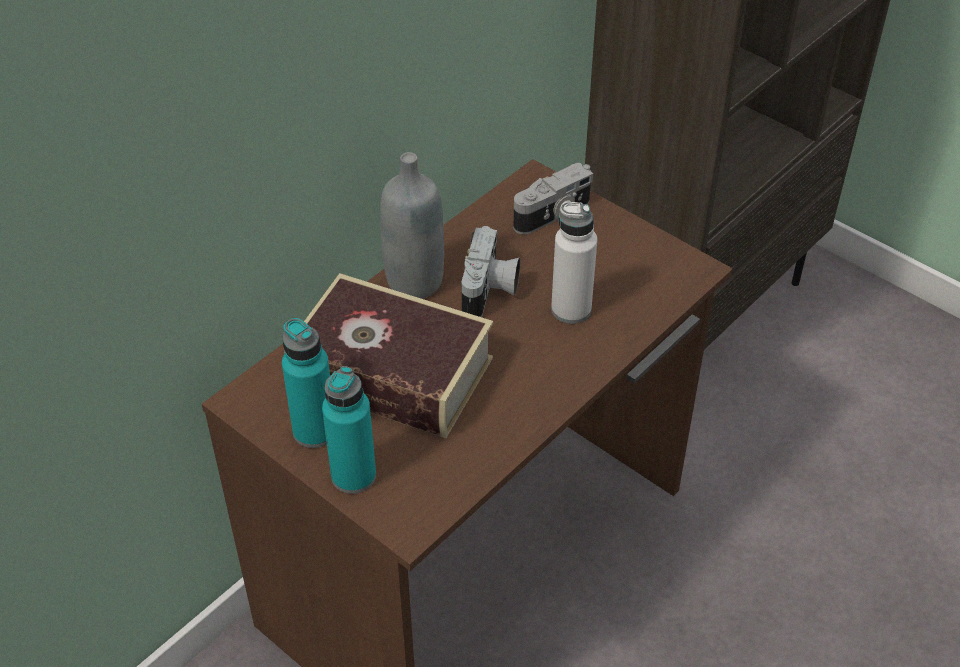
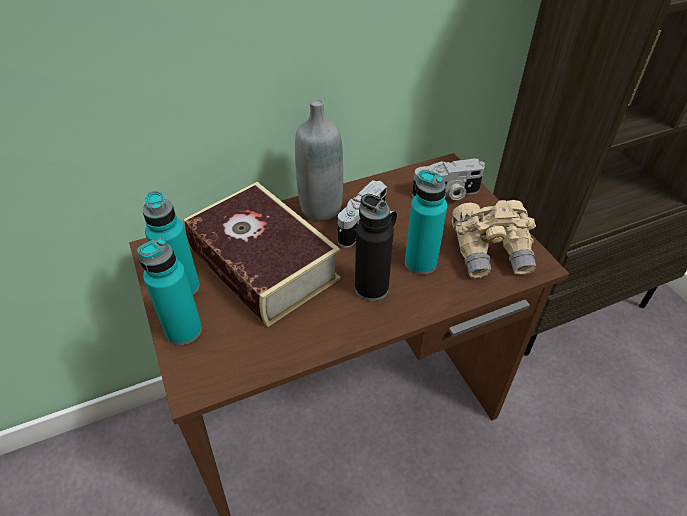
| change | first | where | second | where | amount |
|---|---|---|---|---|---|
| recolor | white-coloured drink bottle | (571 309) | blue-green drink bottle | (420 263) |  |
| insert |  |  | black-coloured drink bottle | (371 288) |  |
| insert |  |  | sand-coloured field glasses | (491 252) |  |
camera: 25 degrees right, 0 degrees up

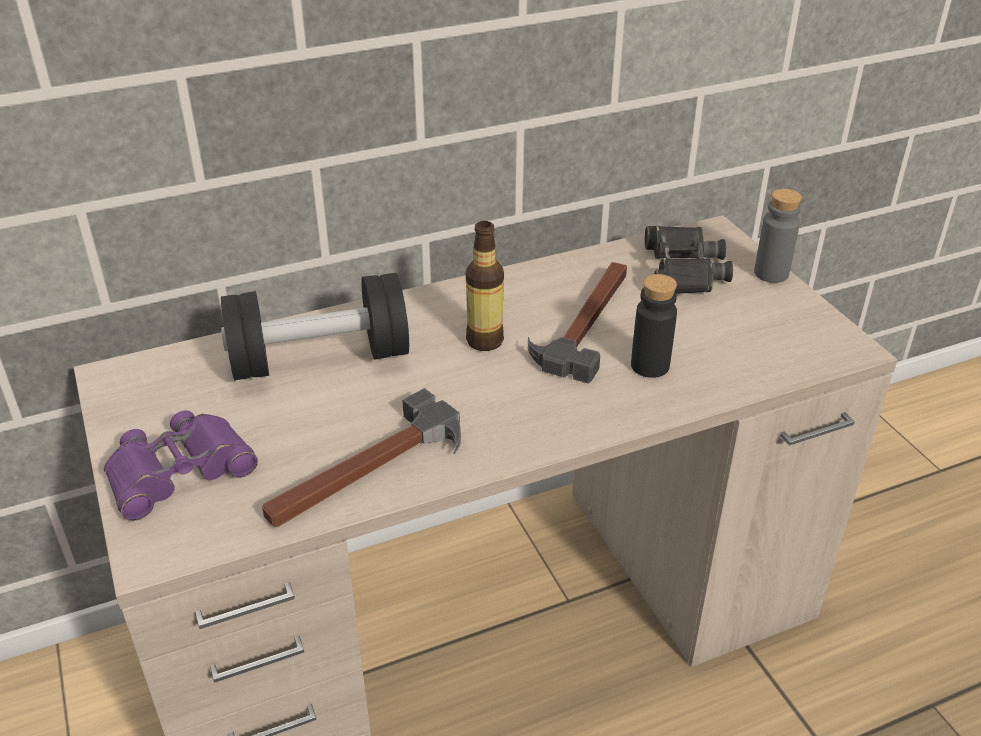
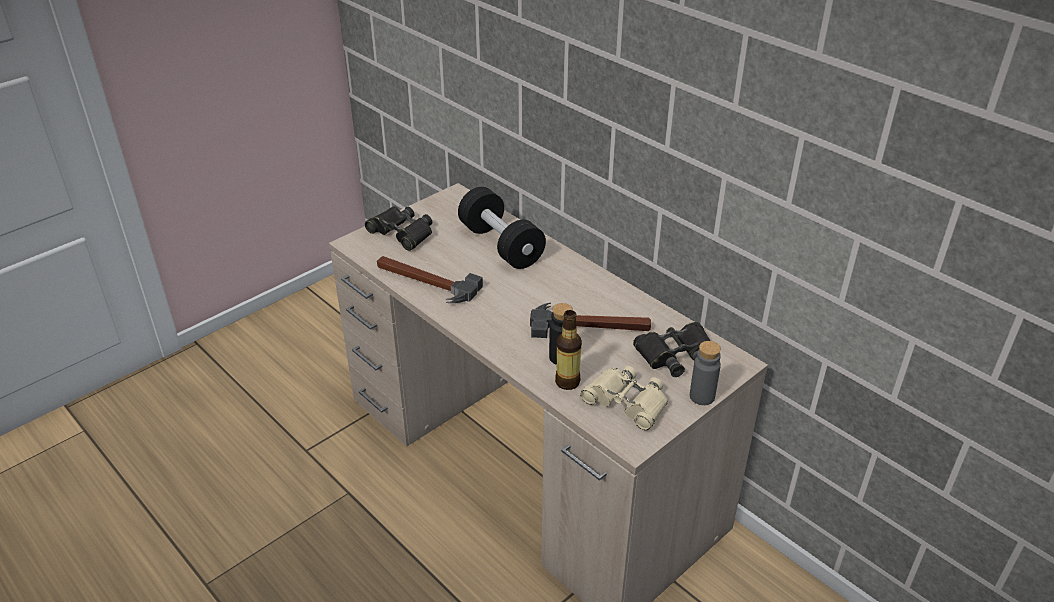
| change | first | where | second | where | amount |
|---|---|---|---|---|---|
| move | drink bottle | (484 341) |  | (567 382) |  |
| recolor | purple field glasses | (179 472) | black-coloured field glasses | (402 233) |  |
| insert |  |  | sand-coloured field glasses | (626 402) |  |
camera: 70 degrees right, 0 degrees up

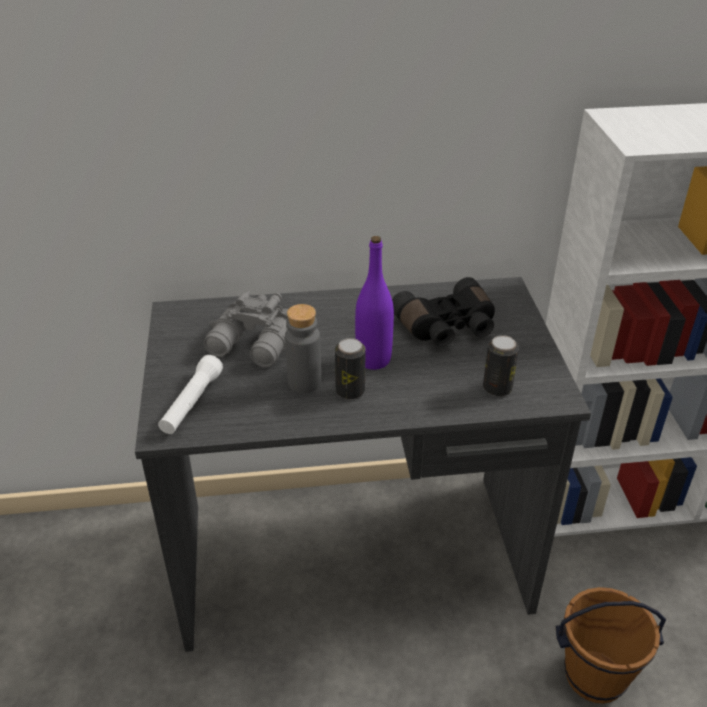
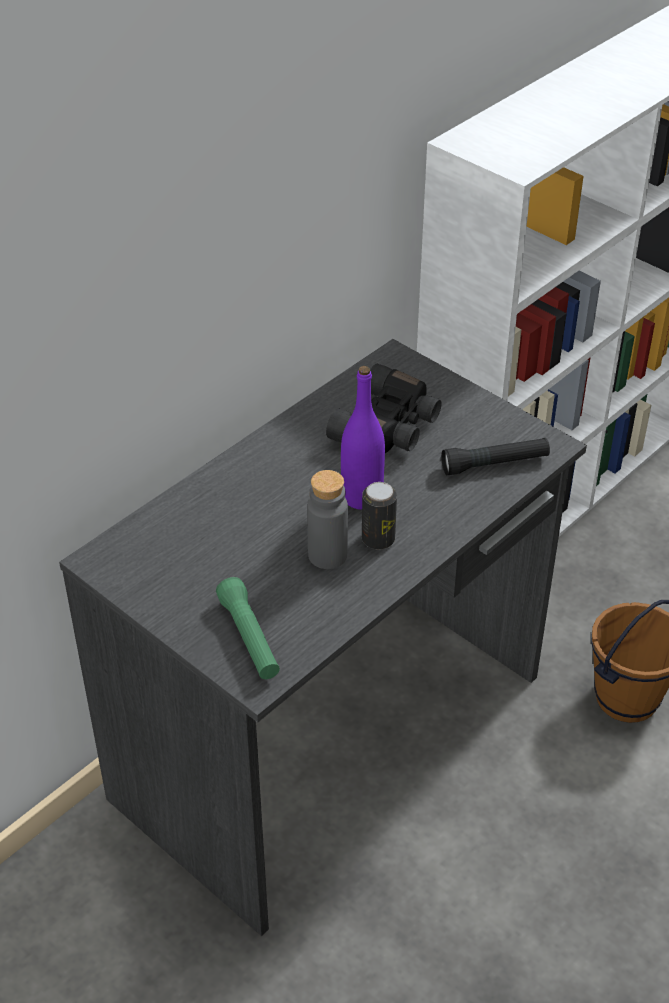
| change | first | where | second | where | amount |
|---|---|---|---|---|---|
| delete | greyish field glasses | (254 345) |  |  |  |
| replace | sealed can | (497 388) | black-coloured flashlight | (495 464) |  |
| recolor | white-coloured flashlight | (192 403) | green-coloured flashlight | (249 638) |  |
camera: 40 degrees left, 5 degrees up

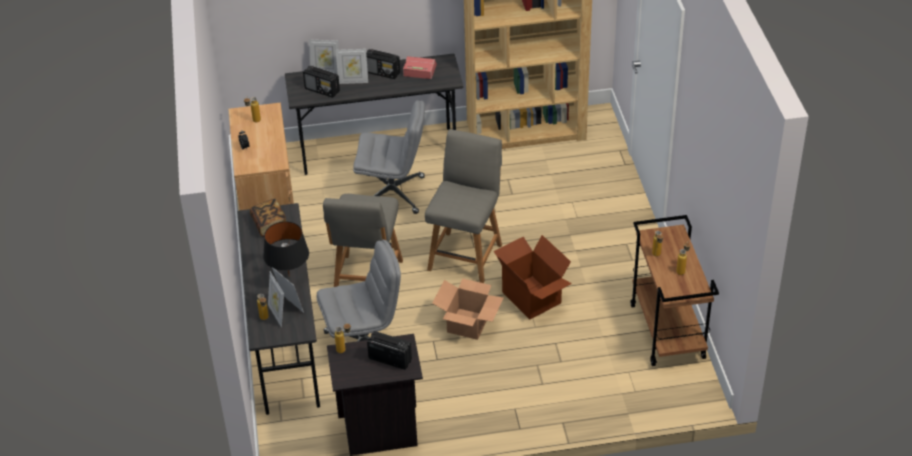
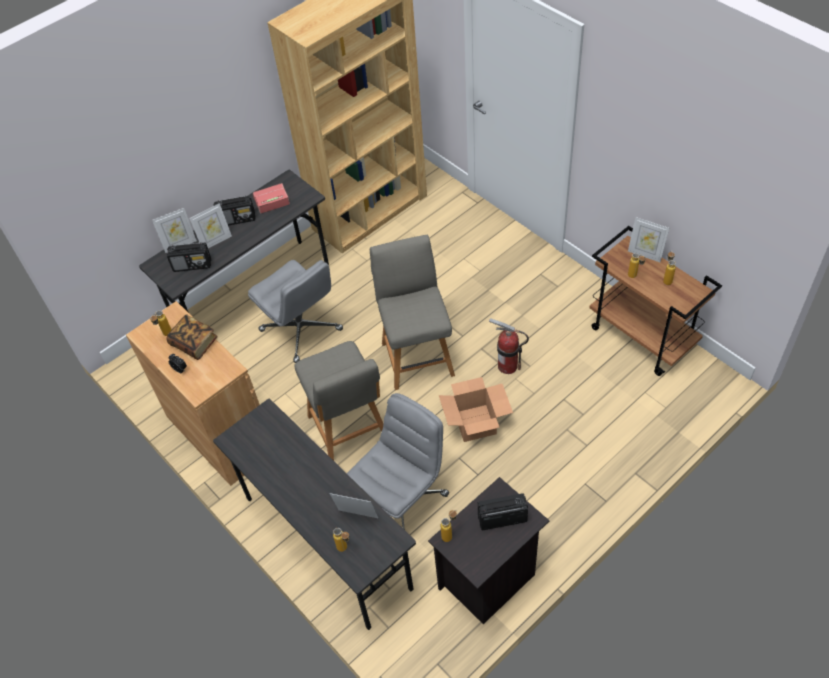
| change | first | where | second | where | amount |
|---|---|---|---|---|---|
| rotate | greyish desk chair | (393 194) |  | (302 330) | 75 degrees clockwise |
| move | volume | (269 224) |  | (194 343) |  |
| delete | black-coloured lamp for a table | (289 276) |  |  |  |
| replace | packing box | (532 297) | extinguisher | (507 366) |  |
| move | photo frame | (278 314) |  | (645 254) |  |
camera: 30 degrees left, 10 degrees up

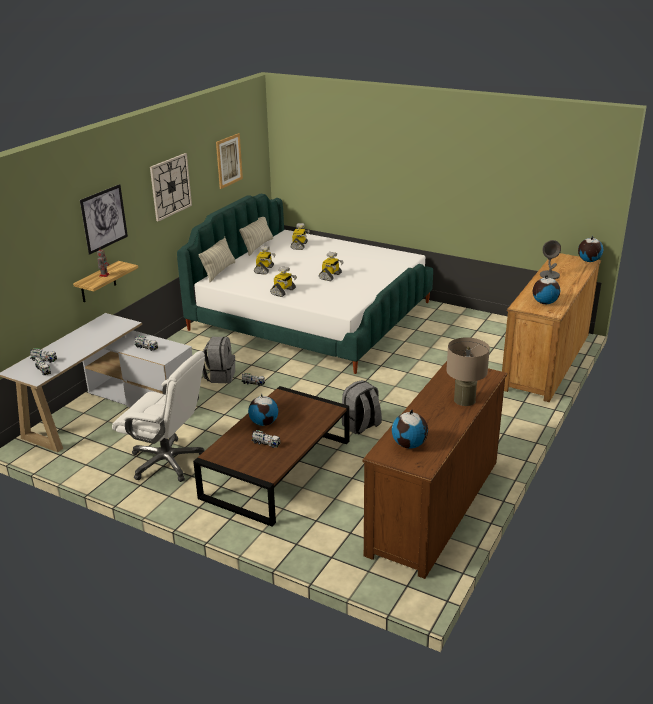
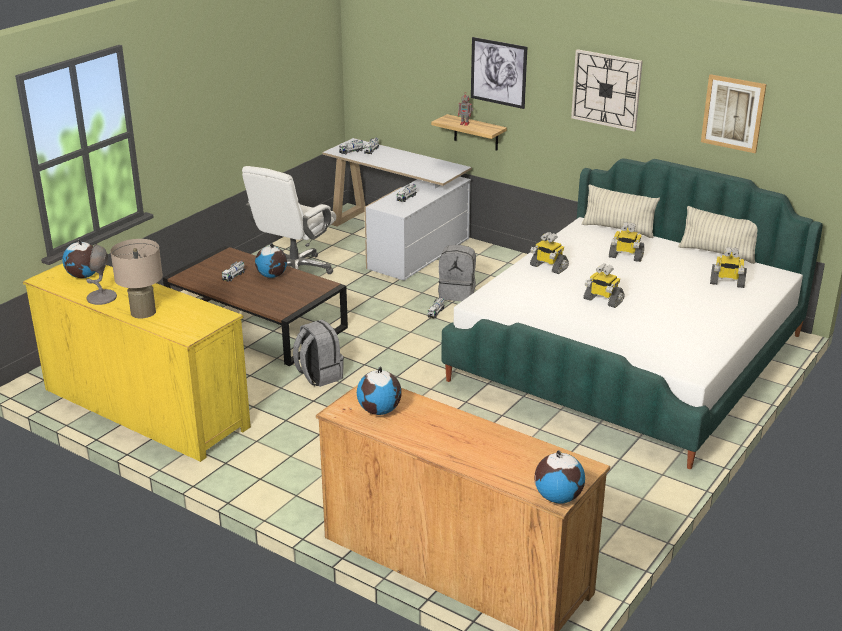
| change | first | where | second | where | amount |
|---|---|---|---|---|---|
| move | greyish lamp for a table | (549 275) |  | (101 298) |  |
| recolor | brown-coloured drawer chest | (434 506) | yellow drawer chest | (145 408) |  |
camera: 95 degrees right, 0 degrees up

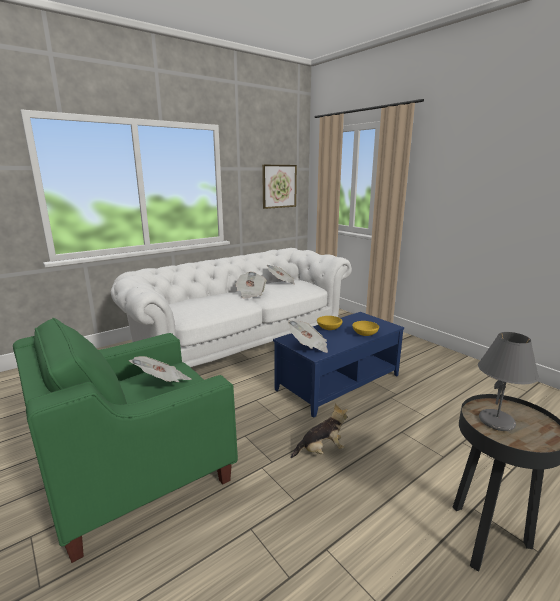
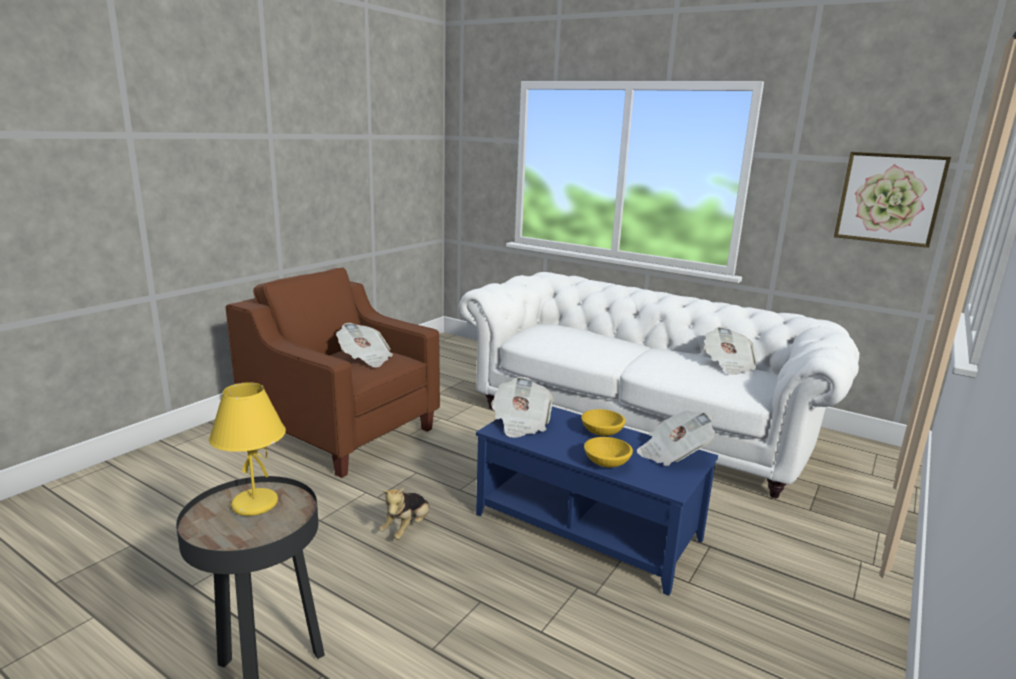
| change | first | where | second | where | amount |
|---|---|---|---|---|---|
| move | daily paper | (250 293) |  | (673 454) |  |
| recolor | green-coloured easy chair | (137 473) | brown-coloured easy chair | (342 431) |  |
| recolor | greyish lamp for a table | (497 422) | yellow lamp for a table | (253 504) |  |
| rotate | plush toy | (321 451) |  | (407 528) | 60 degrees clockwise |
camera: 70 degrees right, 0 degrees up

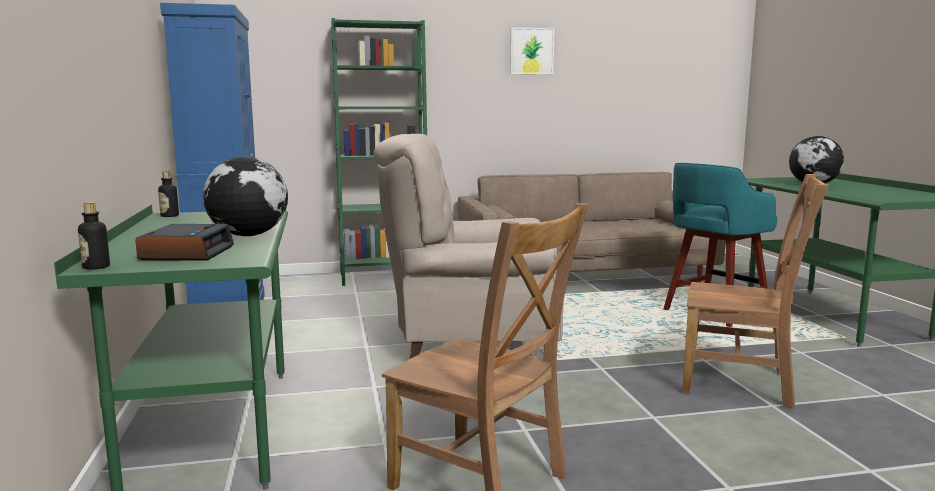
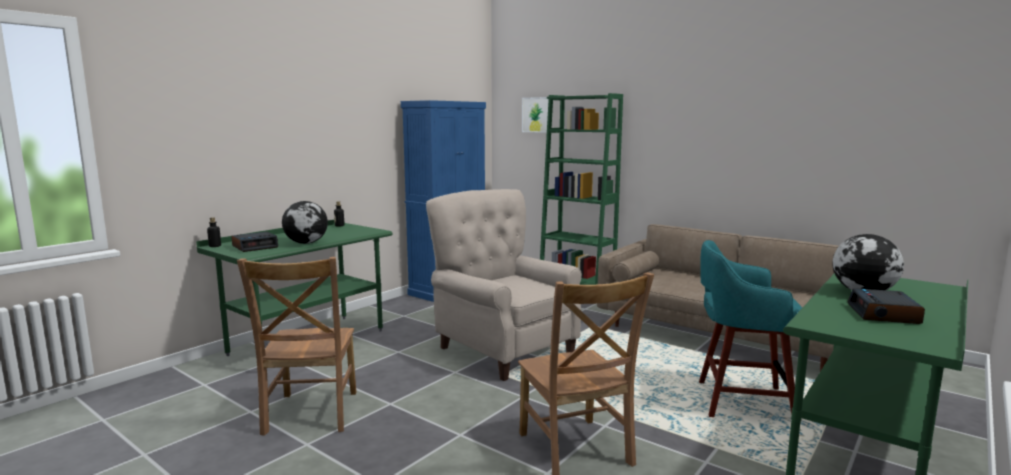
| change | first | where | second | where | amount |
|---|---|---|---|---|---|
| move | wall art | (531 51) |  | (537 115) |  |
| insert |  |  | alarm clock | (884 314) |  |
camera: 50 degrees right, 0 degrees up

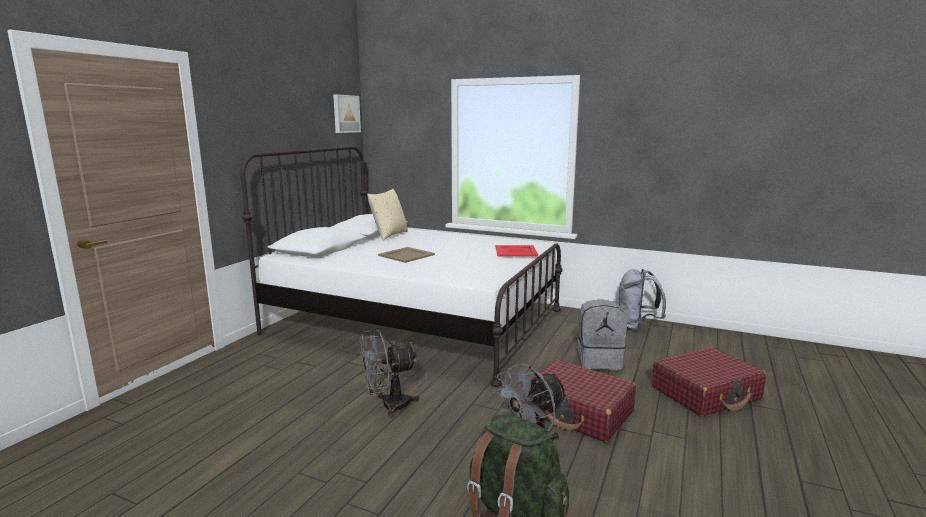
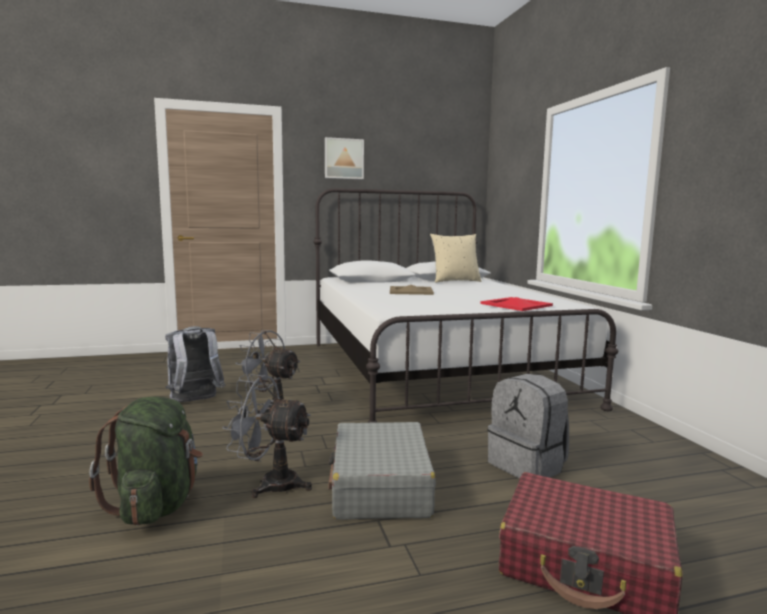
| change | first | where | second | where | amount |
|---|---|---|---|---|---|
| move | wall art | (345 114) |  | (343 159) |  |
| move | greyish rucksack | (636 326) |  | (195 401) |  |
| recolor | reddish piece of luggage | (578 412) | greyish piece of luggage | (380 486) |  |
camera: 50 degrees right, 5 degrees down

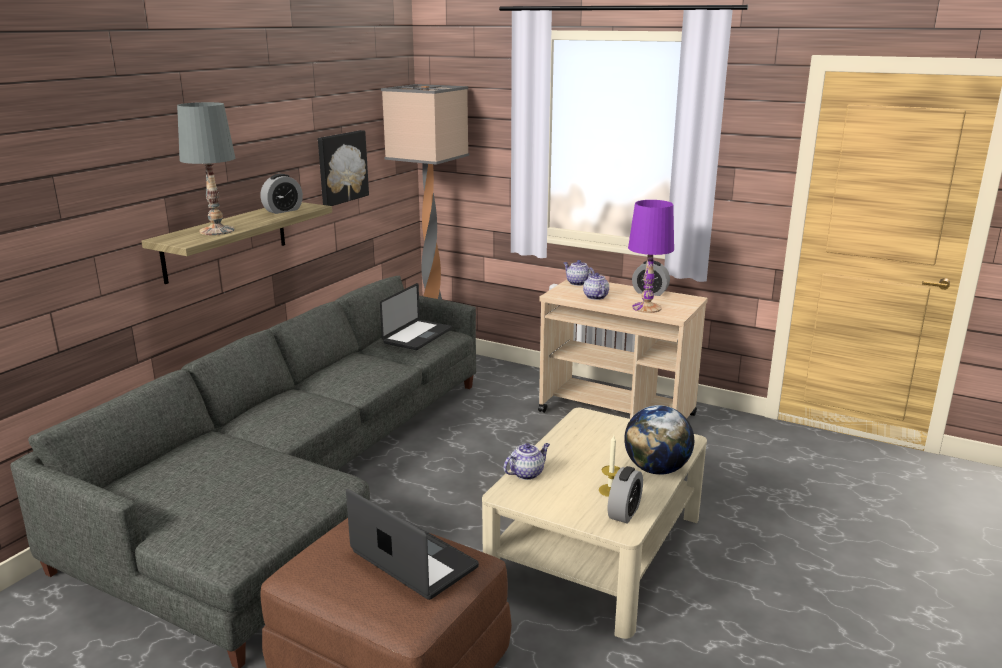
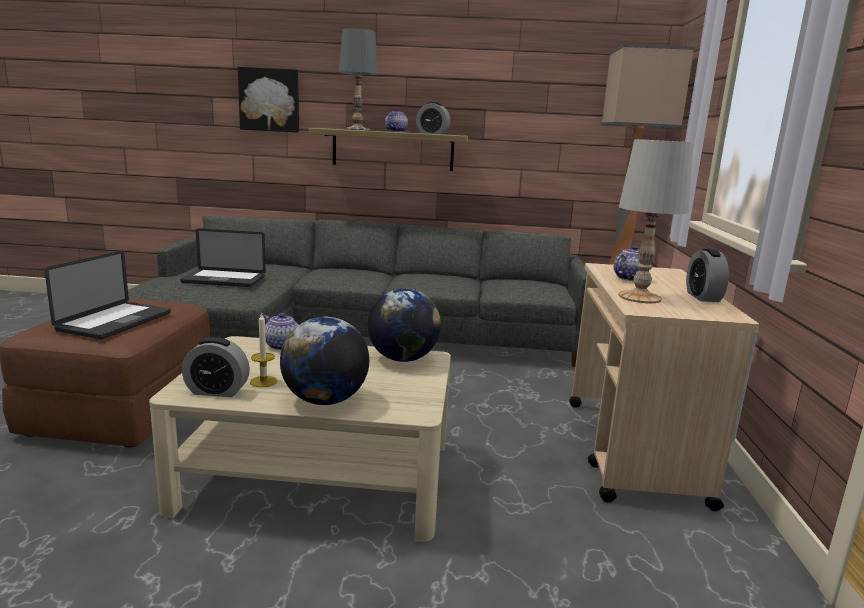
| change | first | where | second | where | amount |
|---|---|---|---|---|---|
| move | wall art | (341 167) |  | (269 100) |  |
| recolor | purple lamp for a table | (646 307) | white-coloured lamp for a table | (640 297) |  |
| move | tea pot | (577 283) |  | (396 131) |  |
| move | notebook computer | (417 336) |  | (224 280) |  |
| insert |  |  | desk globe | (402 359) |  |
camera: 65 degrees right, 5 degrees down

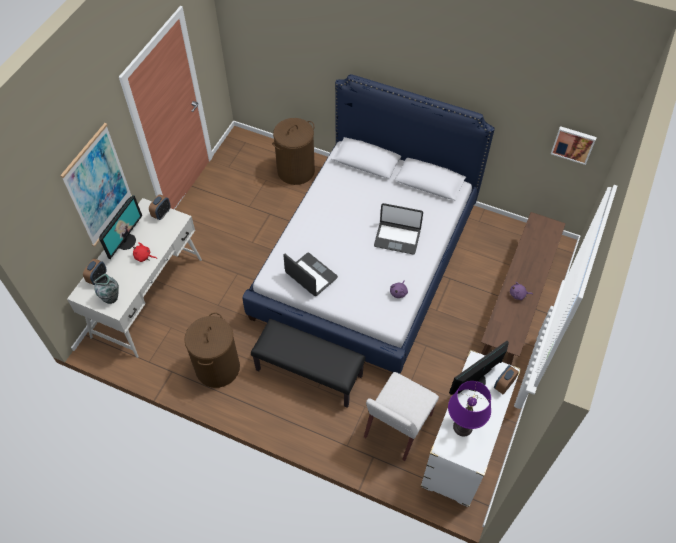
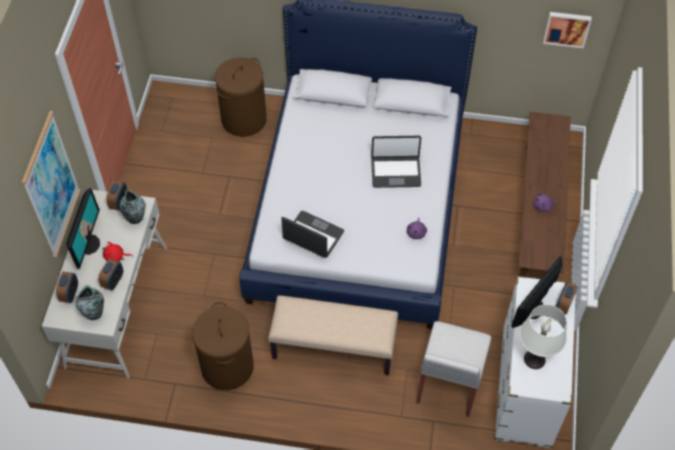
| change | first | where | second | where | amount |
|---|---|---|---|---|---|
| recolor | black-coloured long seat | (309 372) | sand-coloured long seat | (334 346) |  |
| recolor | purple lamp for a table | (463 427) | white-coloured lamp for a table | (534 359) |  |
| insert |  |  | flower vase | (135 218) |  |
| insert |  |  | alarm clock | (113 281) |  |
camera: 15 degrees left, 0 degrees up

